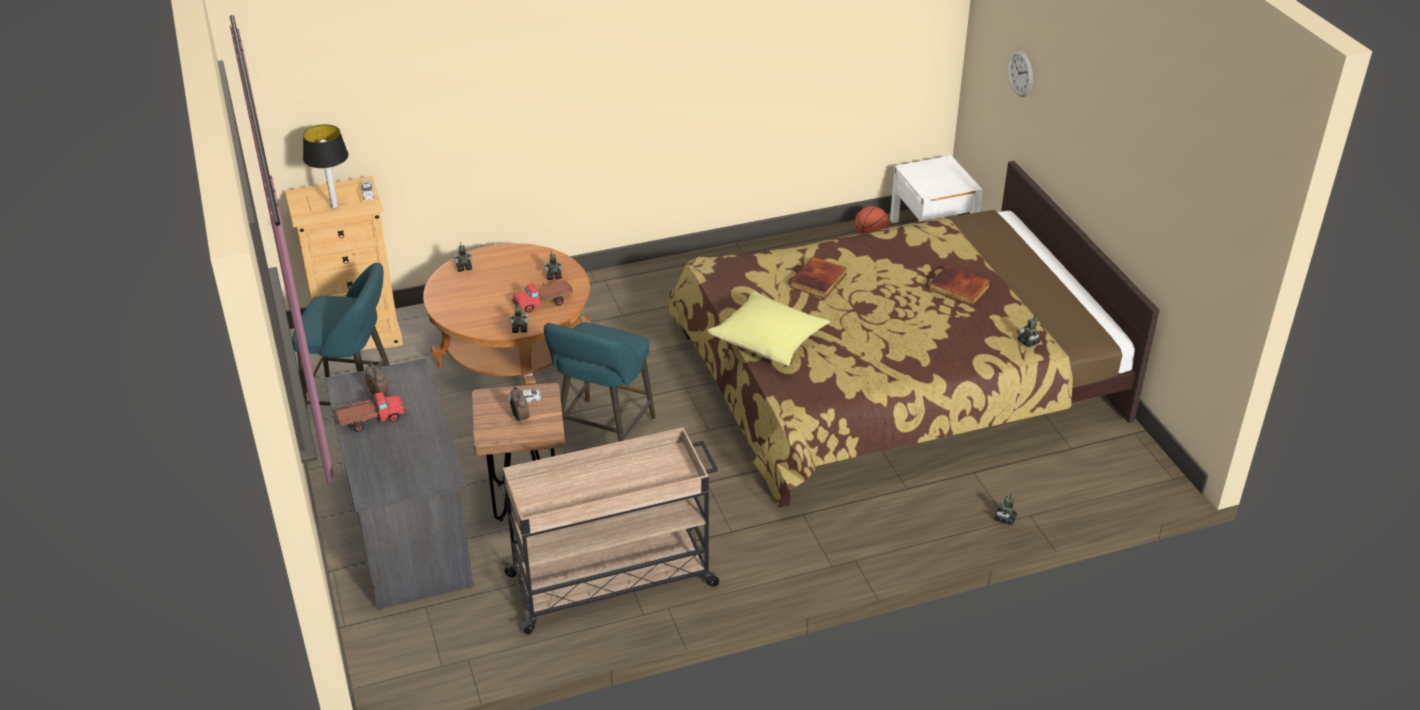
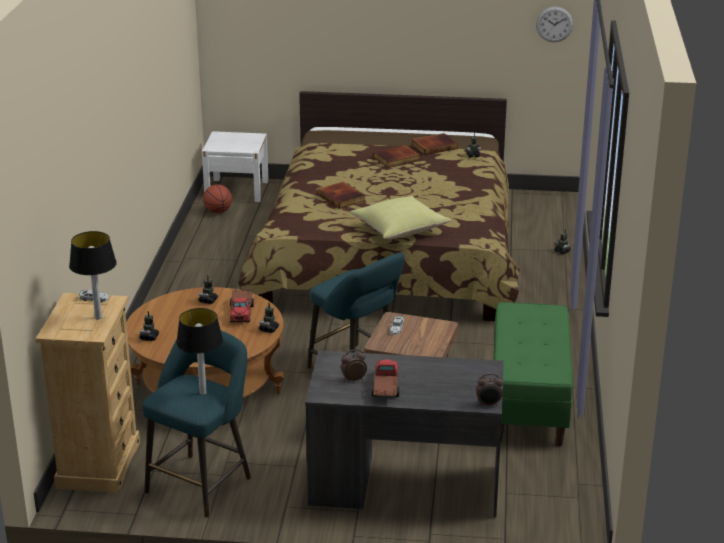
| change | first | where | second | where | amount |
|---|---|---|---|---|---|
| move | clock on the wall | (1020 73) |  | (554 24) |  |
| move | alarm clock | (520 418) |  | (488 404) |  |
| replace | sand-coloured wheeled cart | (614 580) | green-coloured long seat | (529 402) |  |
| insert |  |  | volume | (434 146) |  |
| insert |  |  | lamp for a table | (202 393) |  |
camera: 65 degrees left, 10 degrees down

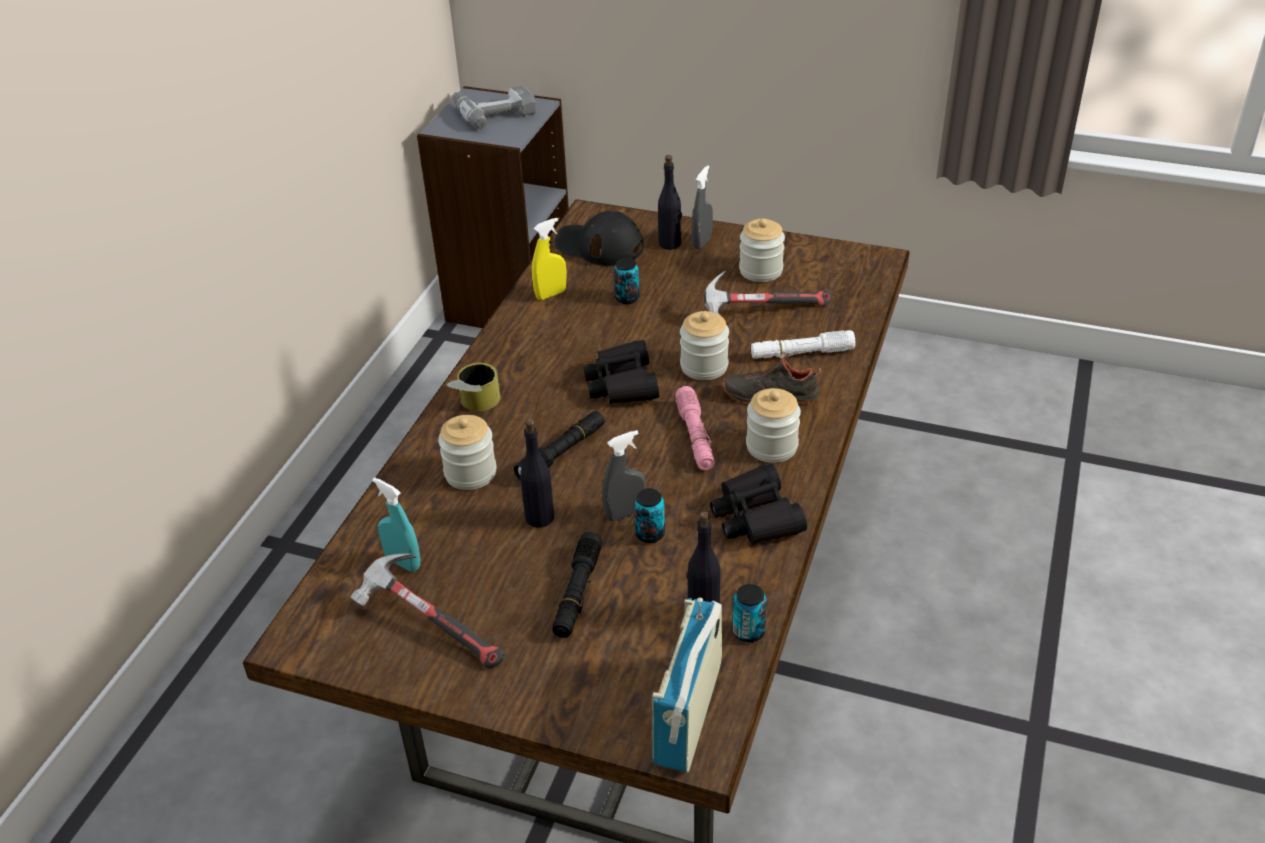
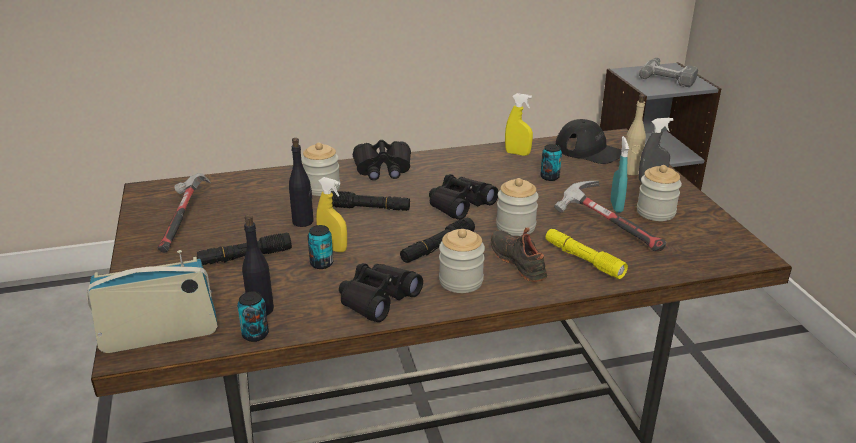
| change | first | where | second | where | amount |
|---|---|---|---|---|---|
| recolor | black-coloured drink bottle | (670 244) | sand-coloured drink bottle | (631 171) |  |
| rotate | black-coloured baseball cap | (599 246) |  | (589 150) | 135 degrees clockwise |
| recolor | white-coloured flashlight | (801 353) | yellow flashlight | (583 259) |  |
| replace | sealed can | (475 406) | black-coloured field glasses | (382 169) |  |
| recolor | pink flashlight | (695 436) | black-coloured flashlight | (437 247) |  |
| recolor | greyish spray bottle | (625 514) | yellow spray bottle | (333 248) |  |
| move | blue-green spray bottle | (403 562) |  | (616 206) |  |
camera: 55 degrees right, 10 degrees down

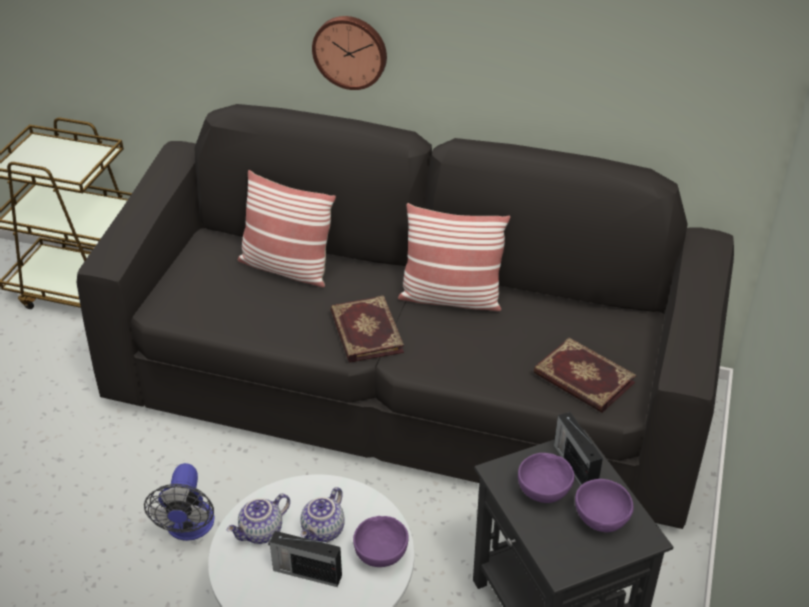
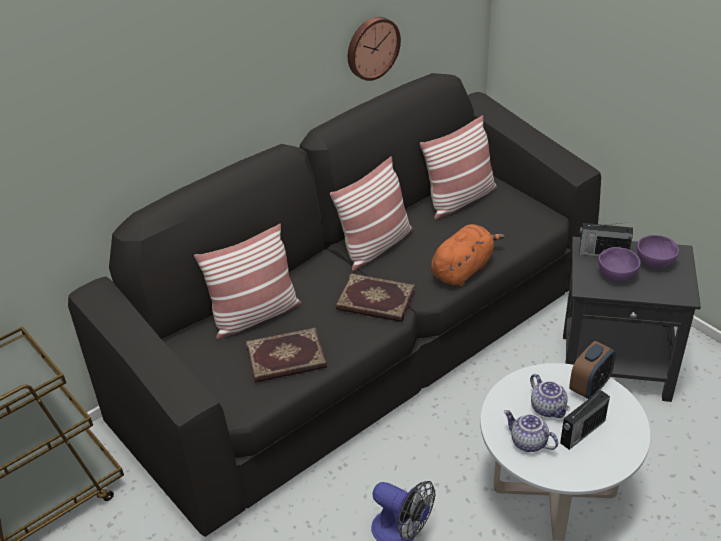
| change | first | where | second | where | amount |
|---|---|---|---|---|---|
| move | clock on the wall | (350 51) |  | (371 47) |  |
| move | volume | (583 379) |  | (286 359) |  |
| rotate | tea pot | (261 532) |  | (528 443) | 135 degrees clockwise |
| replace | purple serving bowl | (382 555) | alarm clock | (589 387) |  |
| insert |  |  | throw pillow | (460 199) |  |
| insert |  |  | orange plush toy | (463 269) |  |
camera: 55 degrees left, 0 degrees up

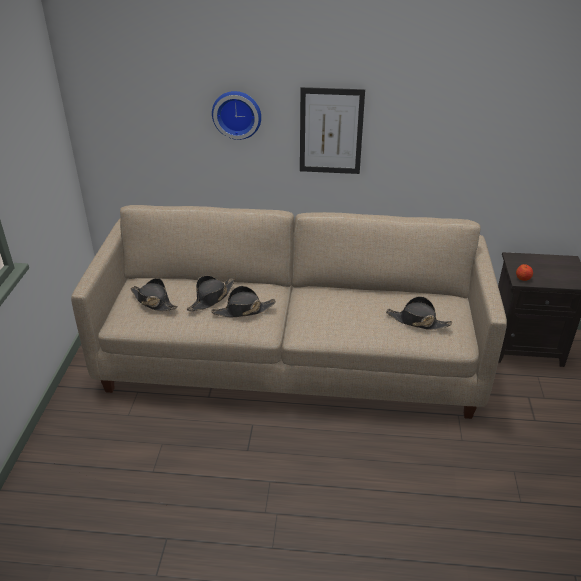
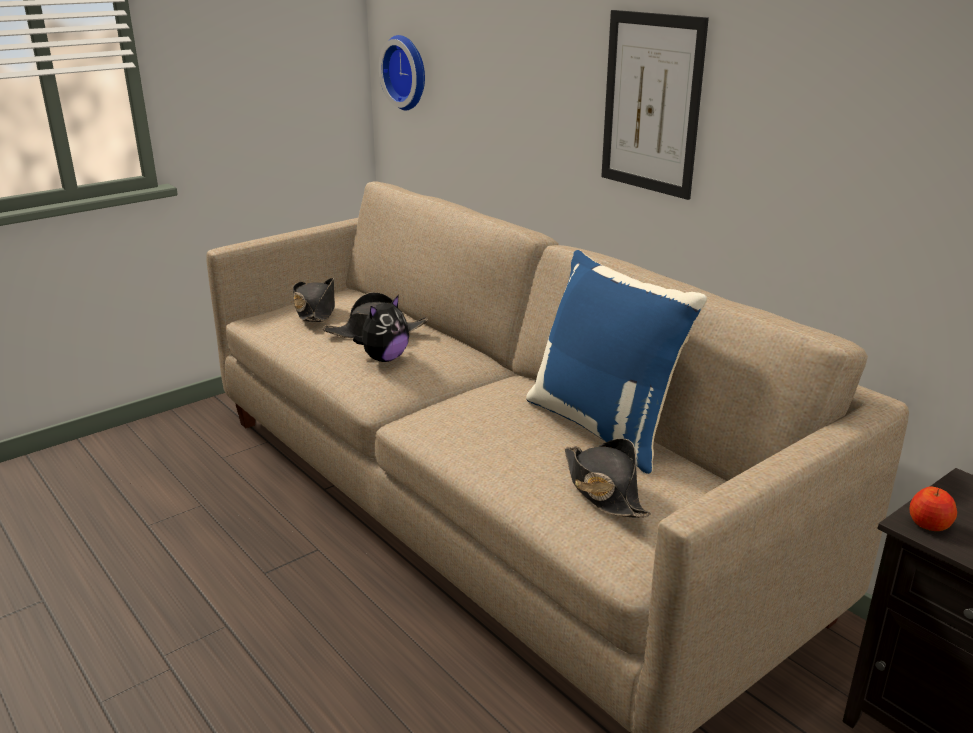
| change | first | where | second | where | amount |
|---|---|---|---|---|---|
| move | clock on the wall | (237 114) |  | (407 72) |  |
| replace | black-coloured hat | (243 310) | plush toy | (384 358) |  |
| insert |  |  | blue throw pillow | (605 427) |  |
camera: 45 degrees right, 10 degrees down

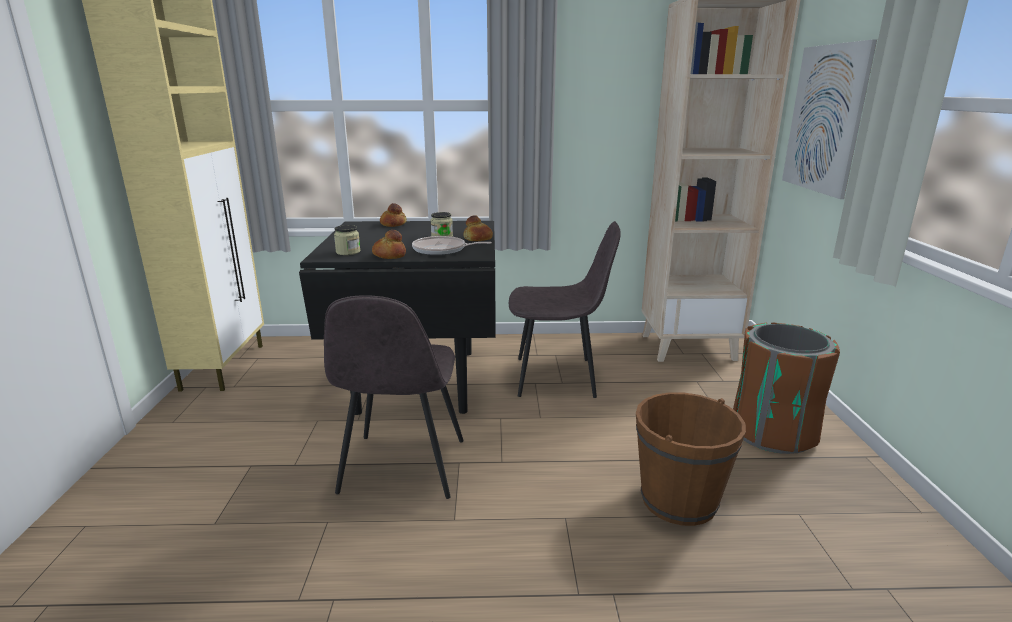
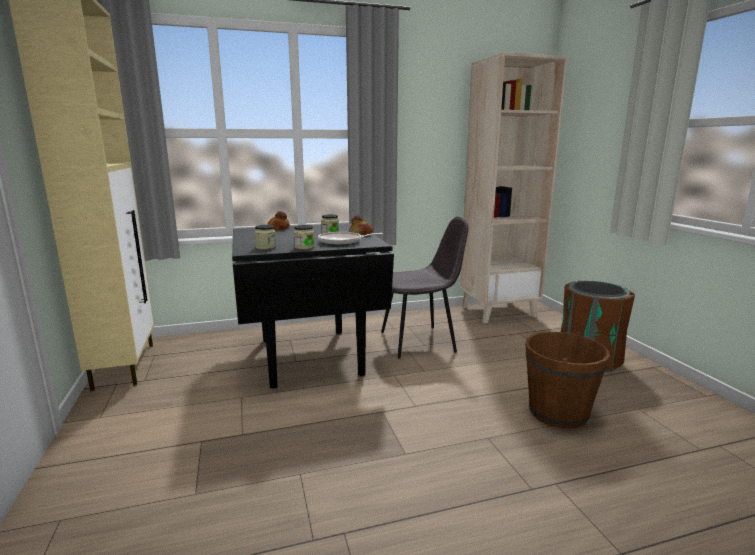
| change | first | where | second | where | amount |
|---|---|---|---|---|---|
| delete | wall art | (825 119) |  |  |  |
| replace | bread | (389 255) | jar | (304 247) |  |
| delete | greyish upright chair | (402 468) |  |  |  |
camera: 15 degrees left, 5 degrees down

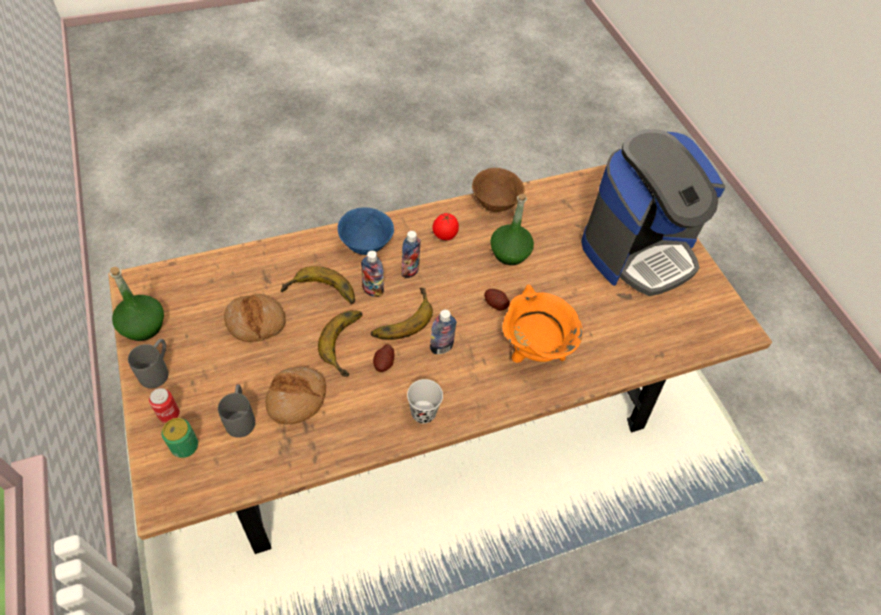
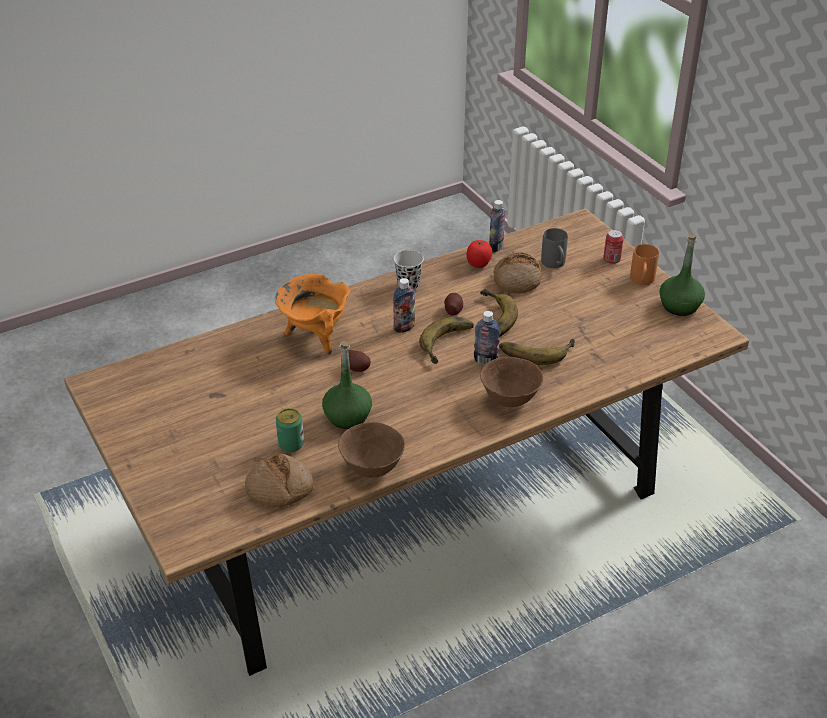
| change | first | where | second | where | amount |
|---|---|---|---|---|---|
| delete | coffee machine | (638 250) |  |  |  |
| recolor | blue serving bowl | (366 246) | brown-coloured serving bowl | (509 399) |  |
| move | whole tomato | (444 235) |  | (479 264) |  |
| move | drink bottle | (410 271) |  | (496 247) |  |
| move | bread | (256 322) |  | (279 489) |  |
| recolor | greyish mug | (158 370) | orange mug | (642 281) |  |
| move | sealed can | (185 446) |  | (291 444) |  |
camera: 175 degrees right, 15 degrees down

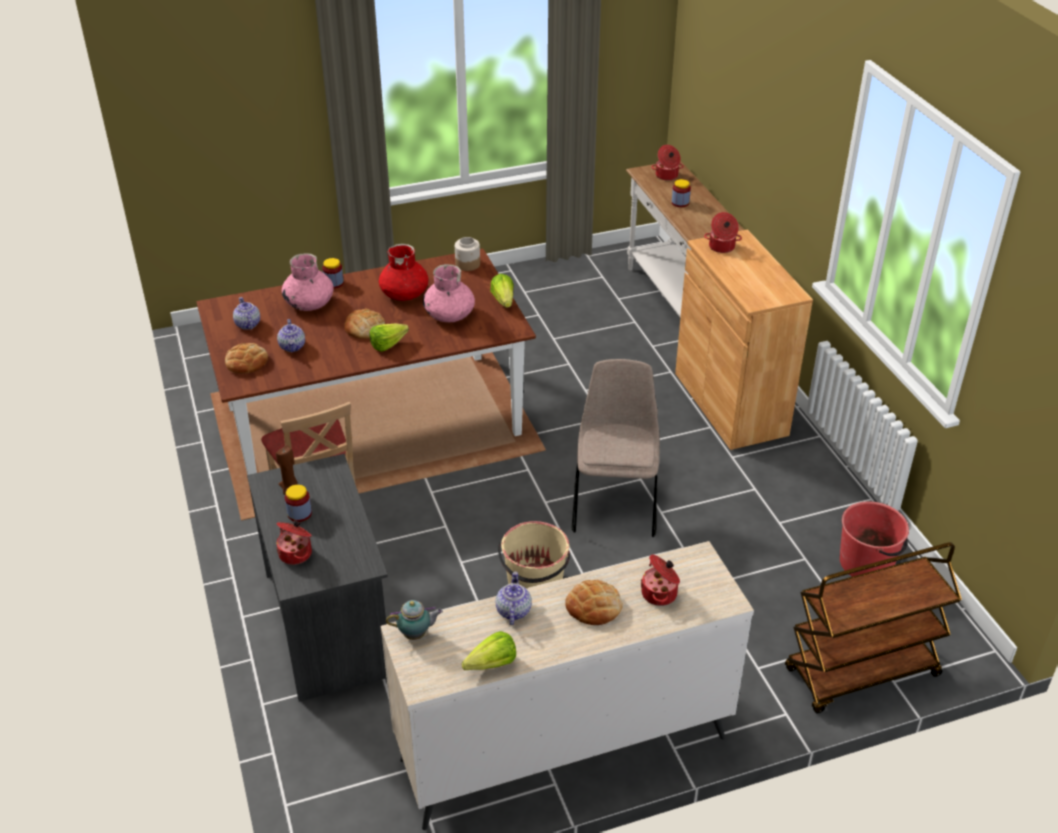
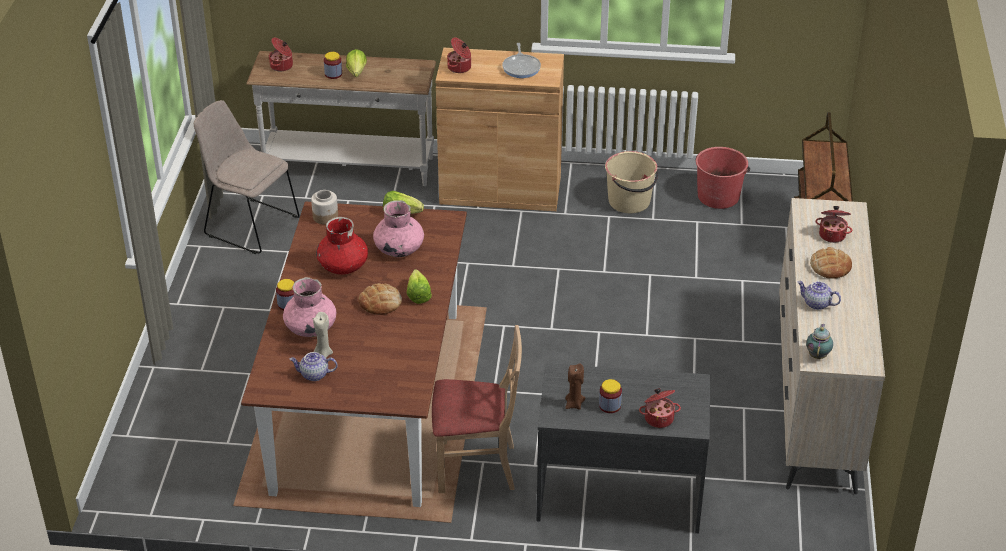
| change | first | where | second | where | amount |
|---|---|---|---|---|---|
| delete | tea pot | (293 347) |  |  |  |
| delete | bread | (246 362) |  |  |  |
| move | sand-coloured upright chair | (615 505) |  | (249 225) |  |
| move | sand-coloured pail | (534 584) |  | (630 201) |  |
| move | lettuce head | (487 665) |  | (356 74) |  |
| insert |  |  | skillet | (521 67) |  |
| insert |  |  | sand-coloured candle | (323 354) |  |
camera: 65 degrees left, 0 degrees up

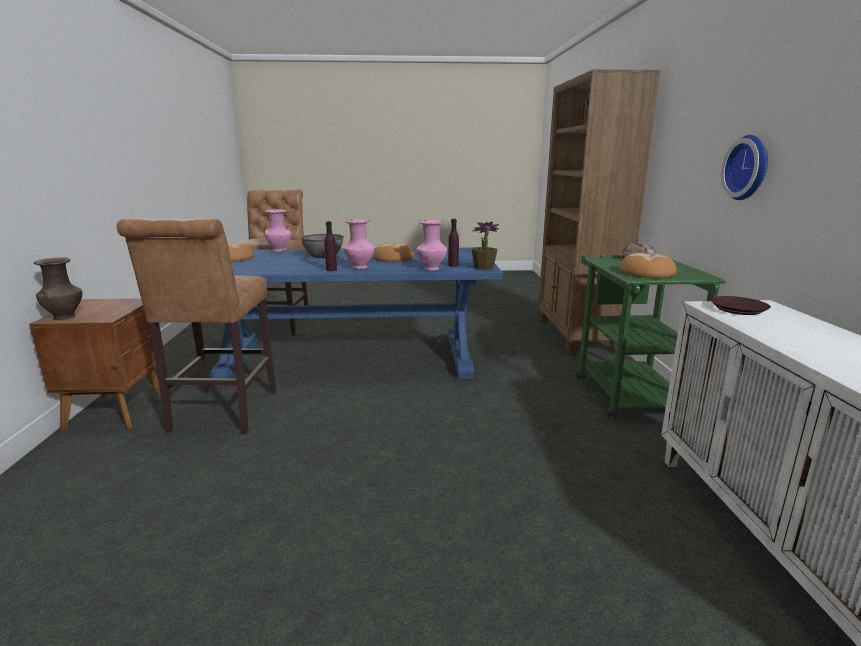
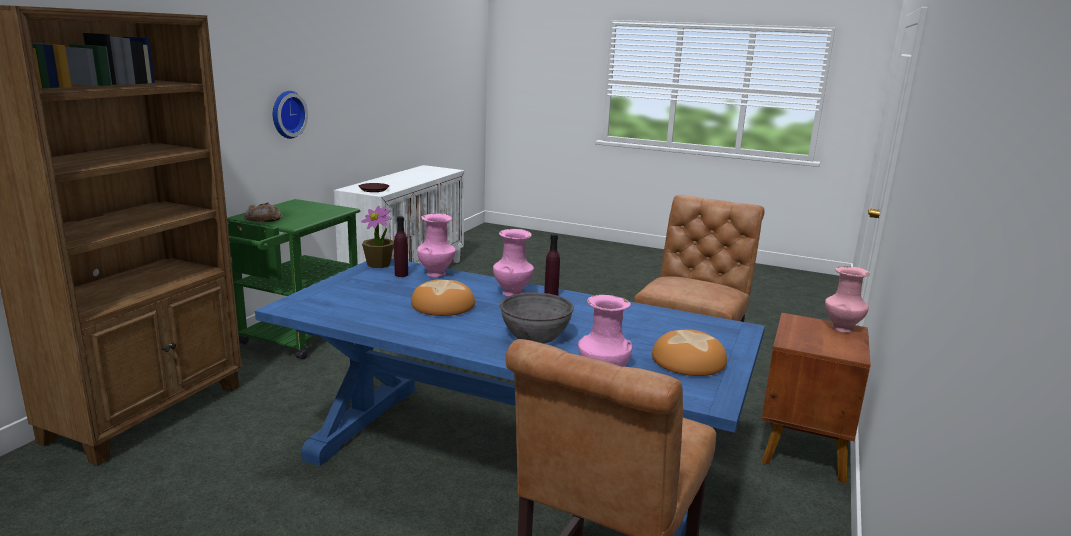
| change | first | where | second | where | amount |
|---|---|---|---|---|---|
| delete | bread | (647 273) |  |  |  |
| recolor | brown-coloured flower vase | (65 317) | pink flower vase | (842 329) |  |
camera: 155 degrees left, 0 degrees up

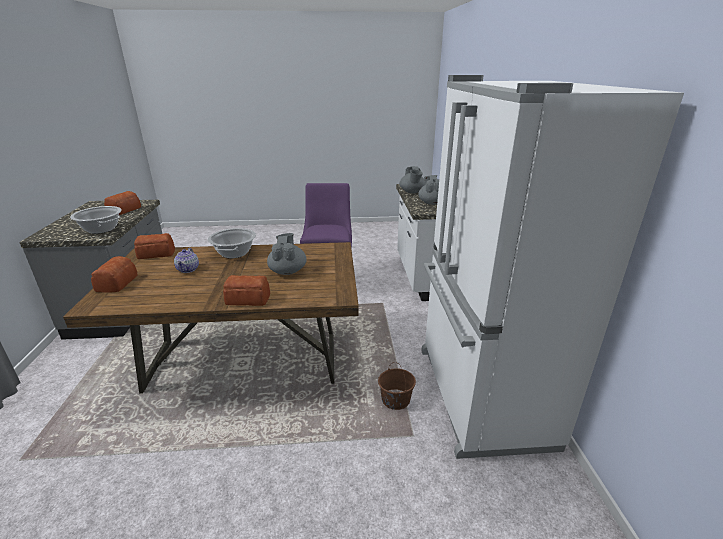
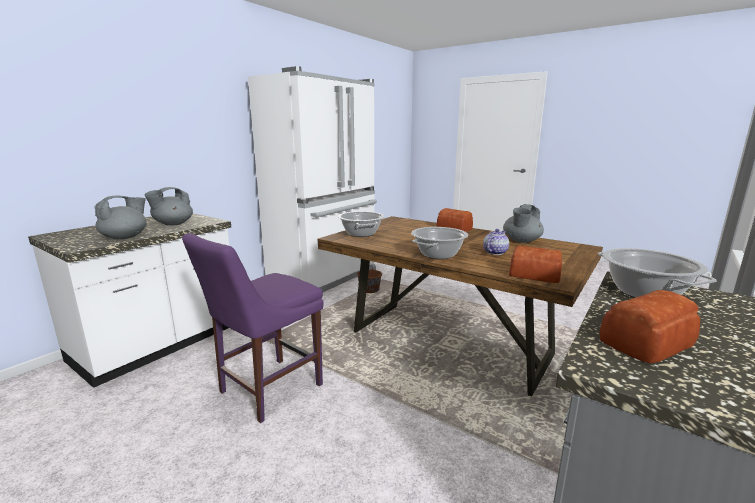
| change | first | where | second | where | amount |
|---|---|---|---|---|---|
| move | greyish tea pot | (287 271) |  | (521 241) |  |
| delete | bread | (115 283) |  |  |  |
| insert |  |  | saucepot | (361 234) |  |
camera: 140 degrees left, 10 degrees down

